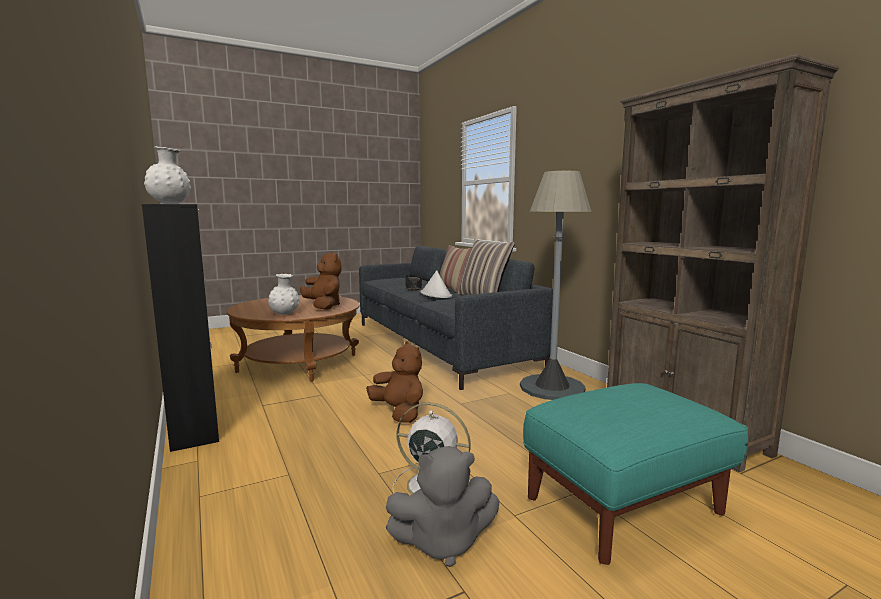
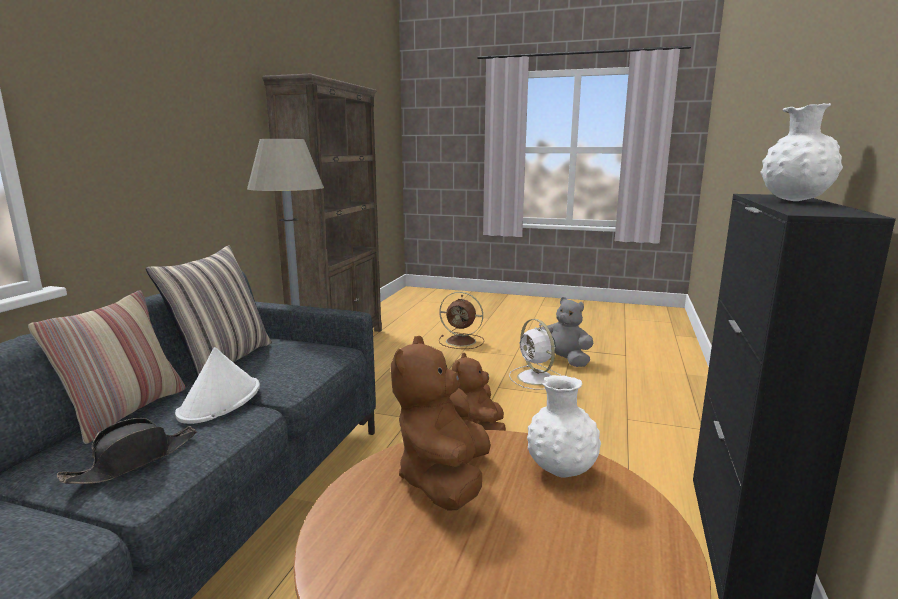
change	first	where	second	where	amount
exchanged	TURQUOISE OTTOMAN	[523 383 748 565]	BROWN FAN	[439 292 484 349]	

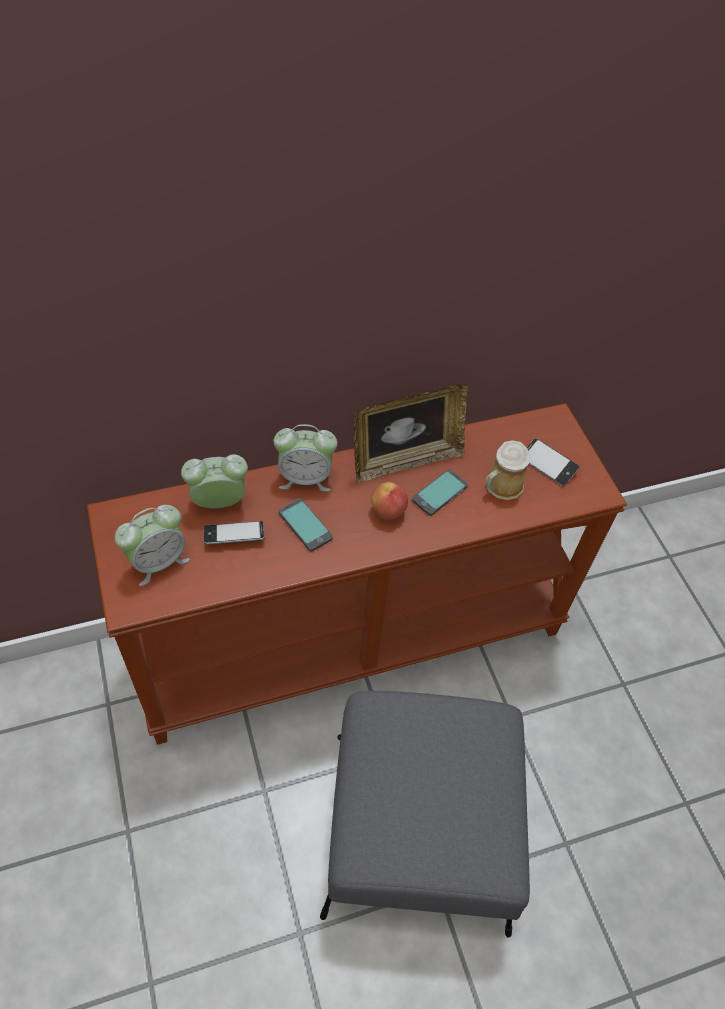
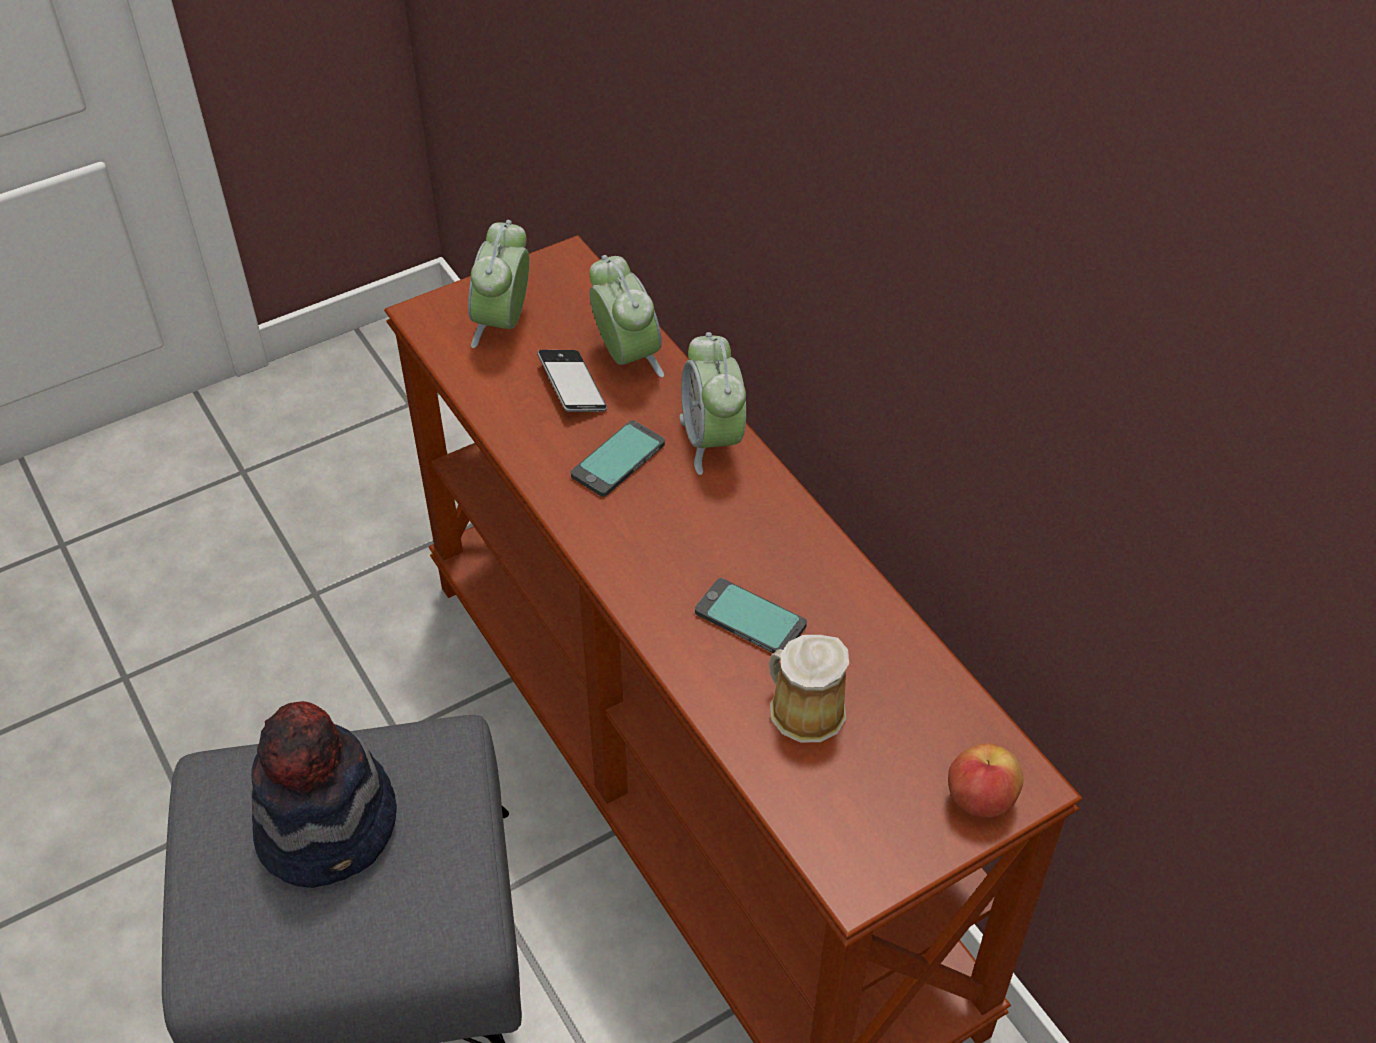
change	first	where	second	where	amount
appeared			HAT	[251 701 397 888]	
spun	ALARM CLOCK	[115 505 190 586]		[468 220 529 348]	60 degrees clockwise
relocated	APPLE	[371 482 408 520]		[948 743 1023 818]	
missing	PICTURE FRAME	[354 384 468 482]			
missing	PHONE	[527 438 579 486]			

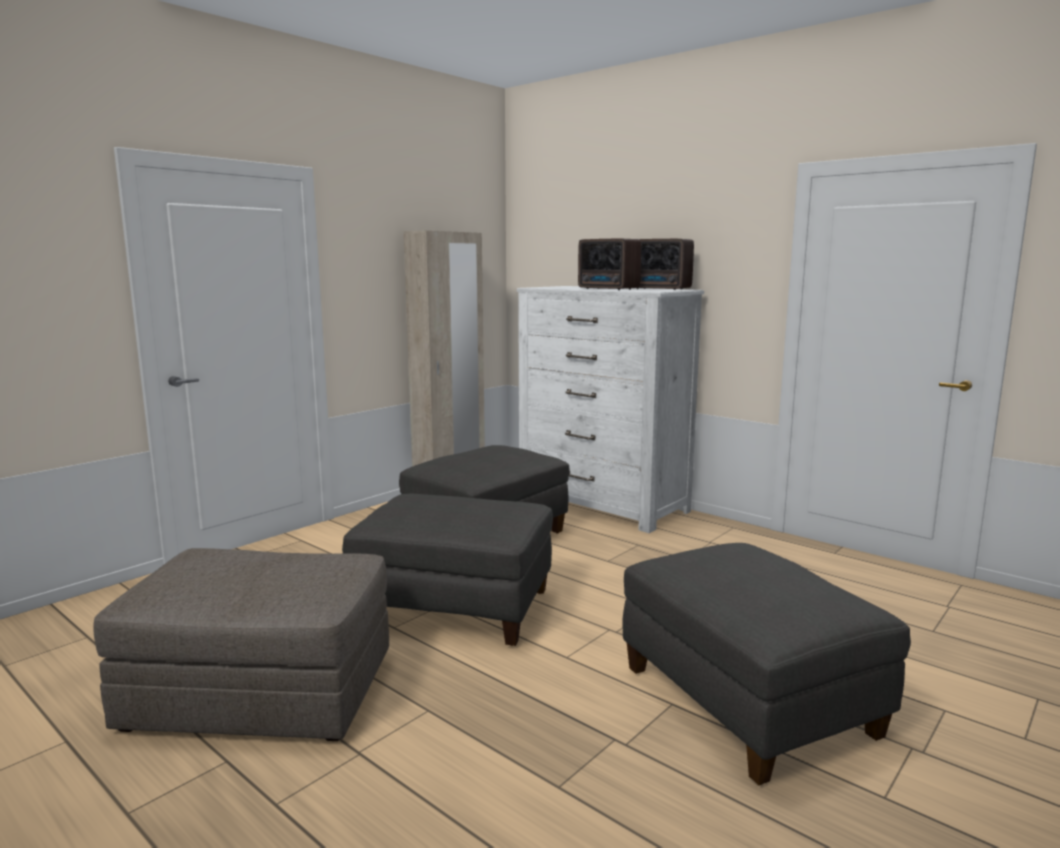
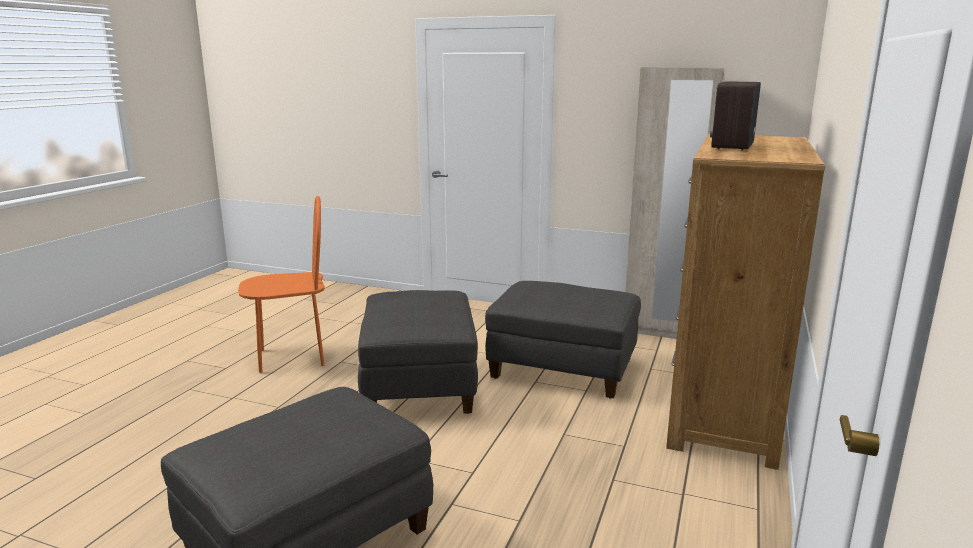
change	first	where	second	where	amount
exchanged	GREY OTTOMAN	[93 548 389 741]	ORANGE CHAIR	[238 196 325 373]	
colour	WHITE DRESSER	[517 286 704 533]	BROWN DRESSER	[666 134 826 470]	
missing	RADIO	[637 239 694 290]			

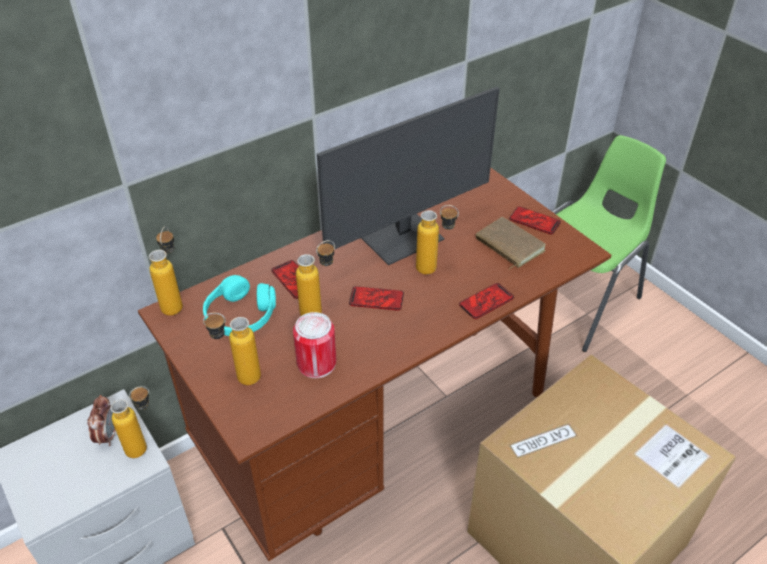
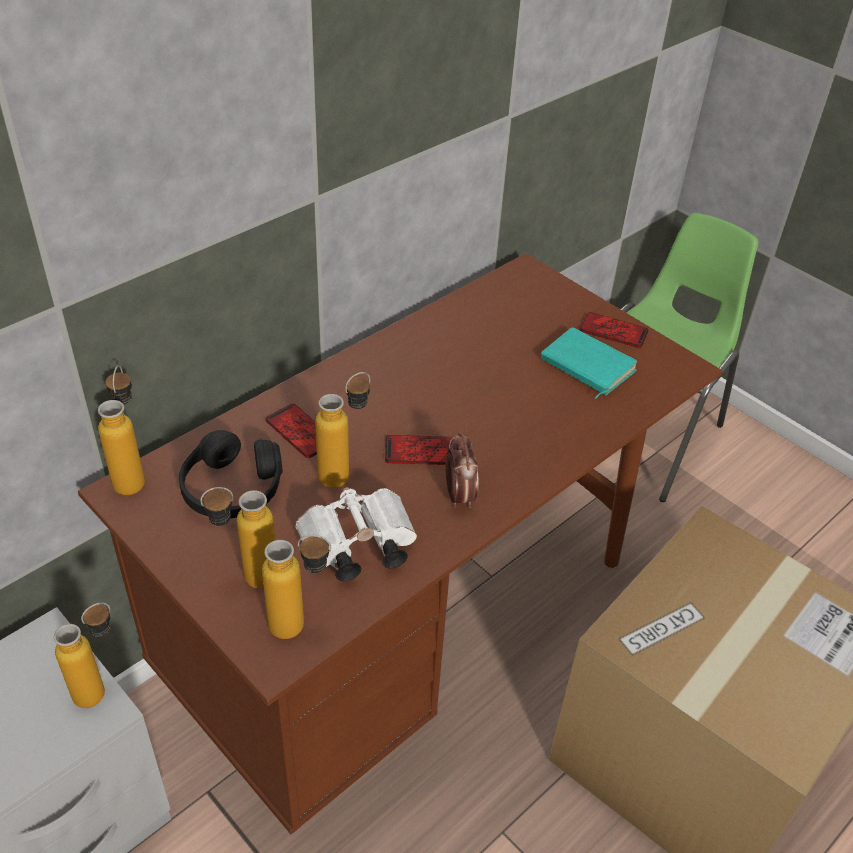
change	first	where	second	where	amount
colour	TURQUOISE HEADPHONES	[203 275 276 336]	BLACK HEADPHONES	[179 430 283 519]	
relocated	BOTTLE	[416 205 459 275]		[262 535 331 639]	
exchanged	CAN	[293 312 336 378]	WHITE BINOCULARS	[295 487 417 581]	
relocated	ALARM CLOCK	[87 395 116 446]		[445 431 479 508]	
colour	BROWN BOOK	[476 217 546 270]	TURQUOISE BOOK	[541 327 638 399]	
missing	MONITOR	[317 87 500 265]			
missing	PHONE	[459 283 514 319]			

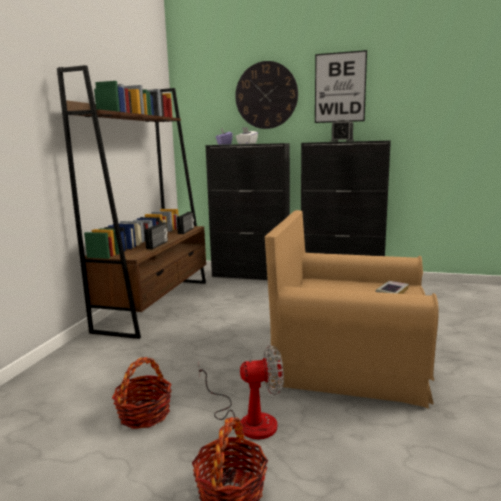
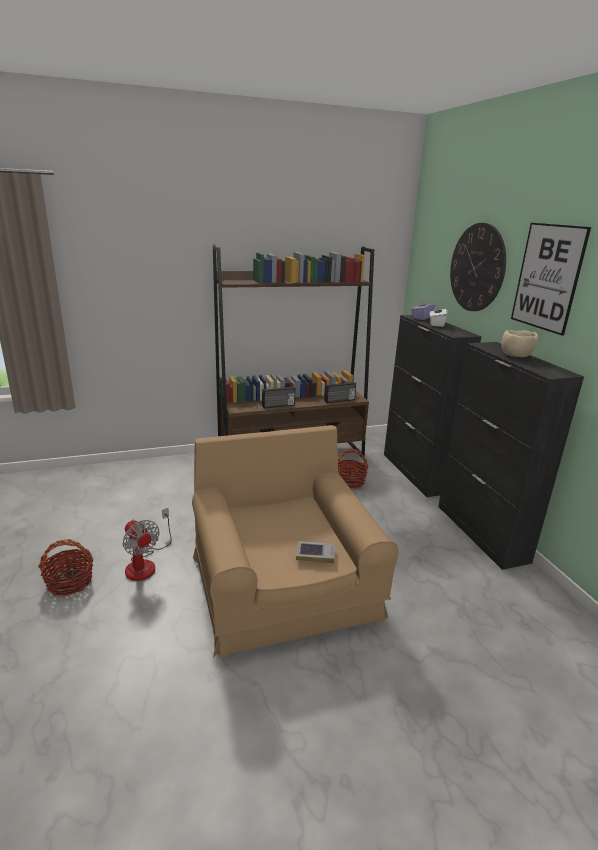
change	first	where	second	where	amount
relocated	BASKET	[112 357 172 429]		[338 449 369 489]	
exchanged	ALARM CLOCK	[331 120 354 142]	BEIGE BOWL	[502 330 538 357]	

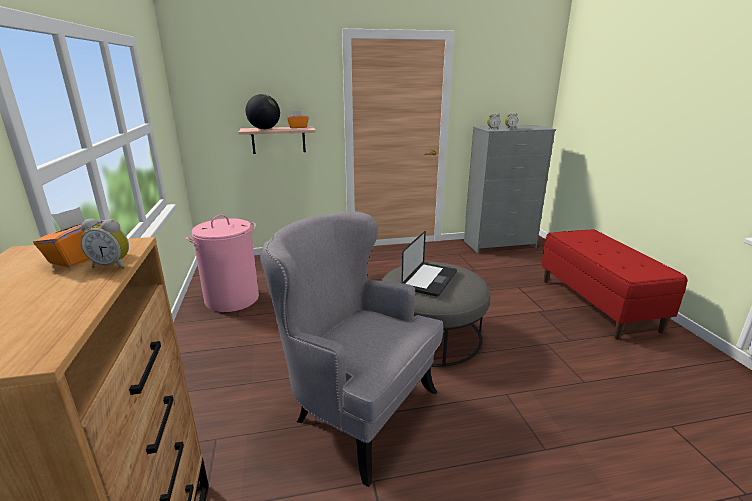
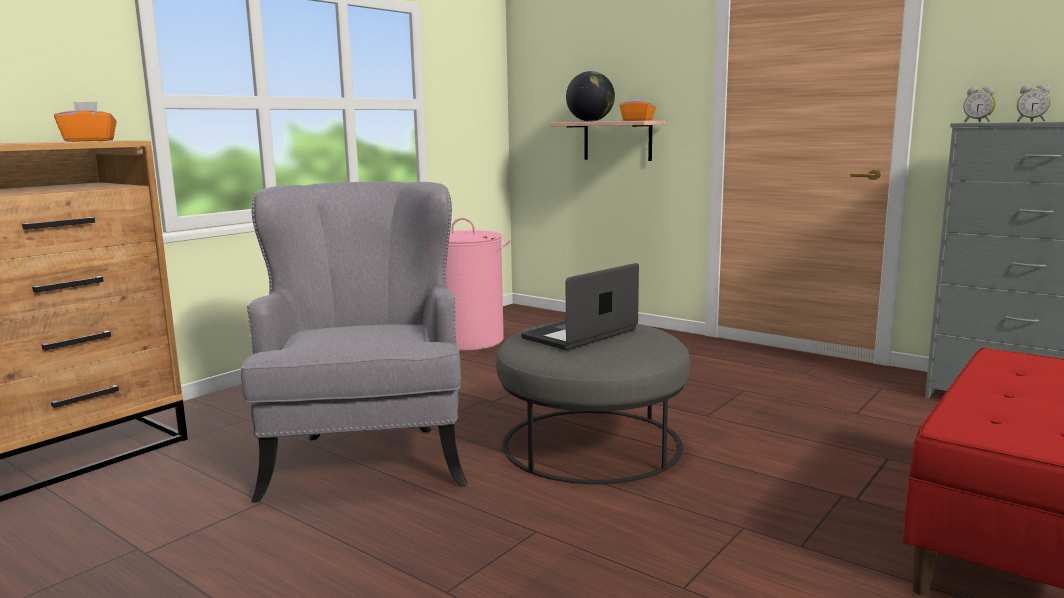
change	first	where	second	where	amount
spun	LAPTOP	[401 231 457 297]		[521 263 639 350]	150 degrees clockwise
missing	ALARM CLOCK	[81 219 129 269]			

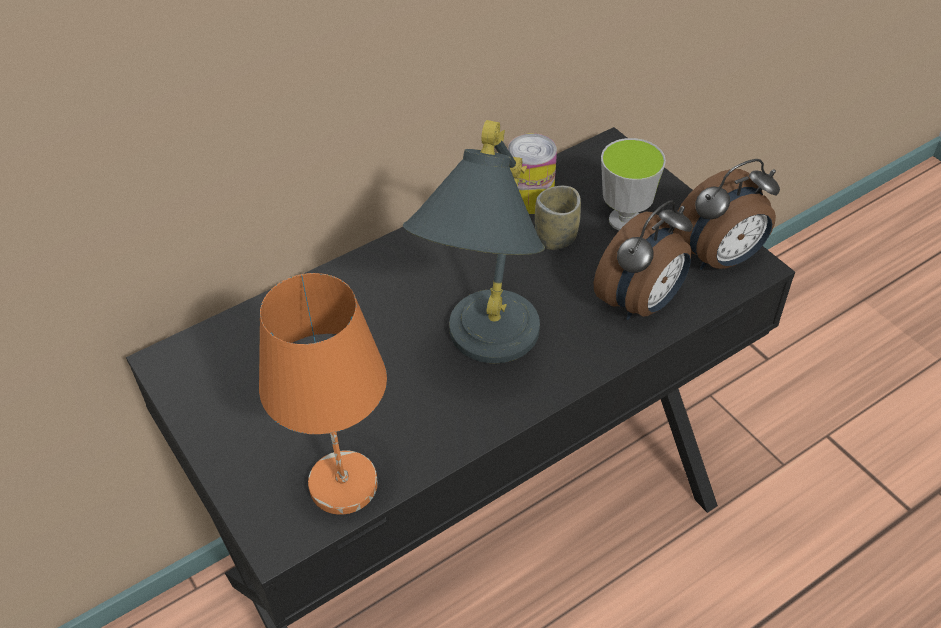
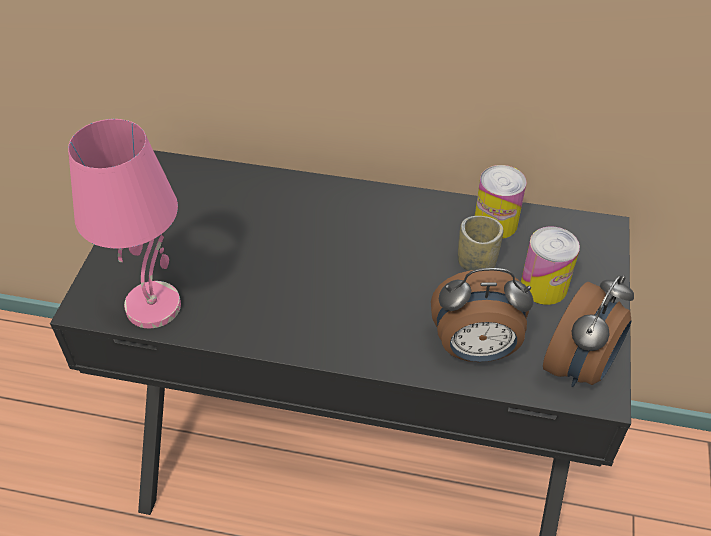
change	first	where	second	where	amount
colour	ORANGE TABLE LAMP	[259 273 387 514]	PINK TABLE LAMP	[68 119 181 328]	
exchanged	CUP	[601 138 666 230]	CAN	[521 227 580 305]	
spun	ALARM CLOCK	[673 159 780 270]		[543 275 634 387]	75 degrees counterclockwise
missing	GREY TABLE LAMP	[403 120 545 363]			

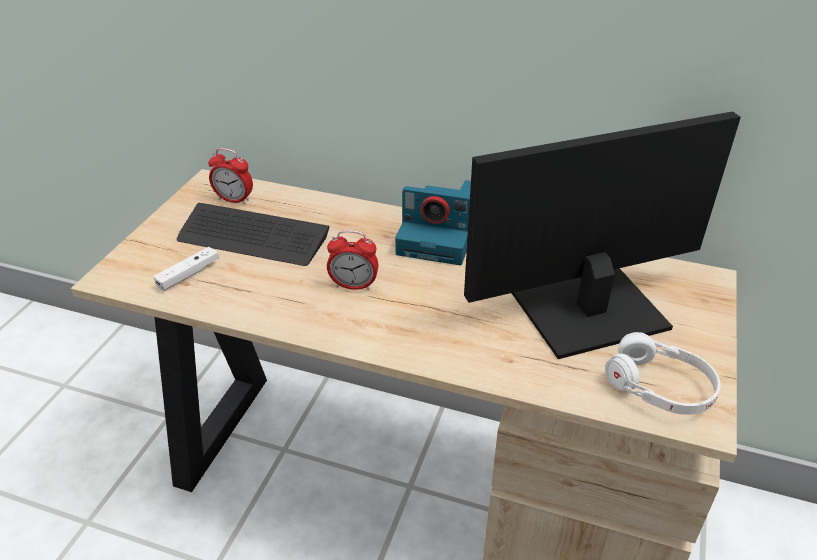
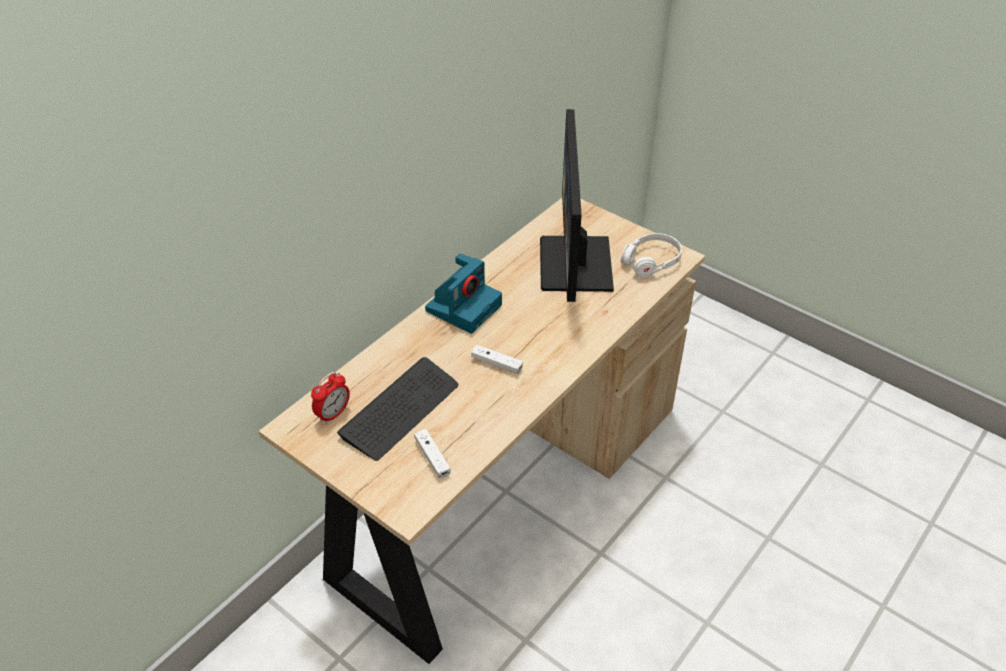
change	first	where	second	where	amount
exchanged	ALARM CLOCK	[327 230 378 290]	WHITE GAME CONTROLLER	[471 345 523 374]	

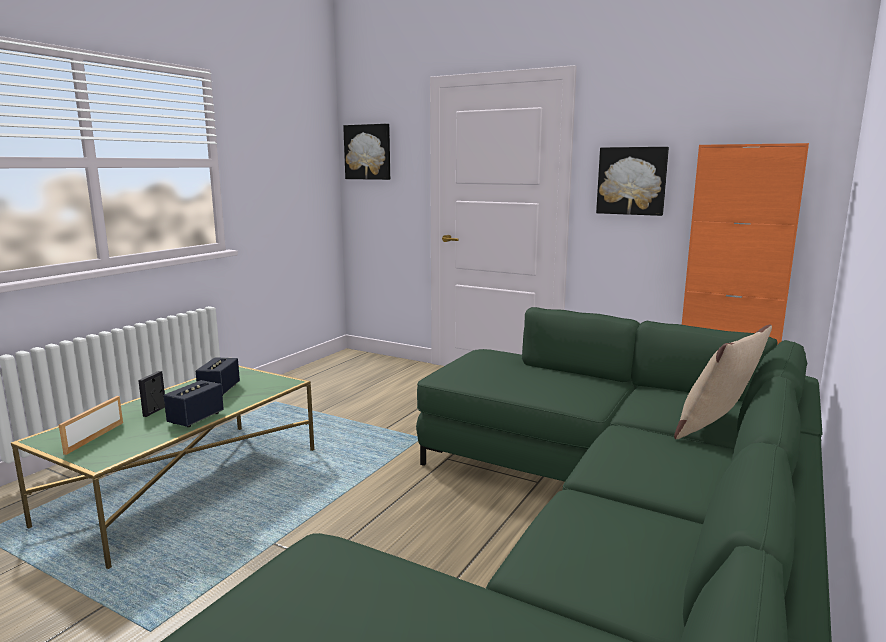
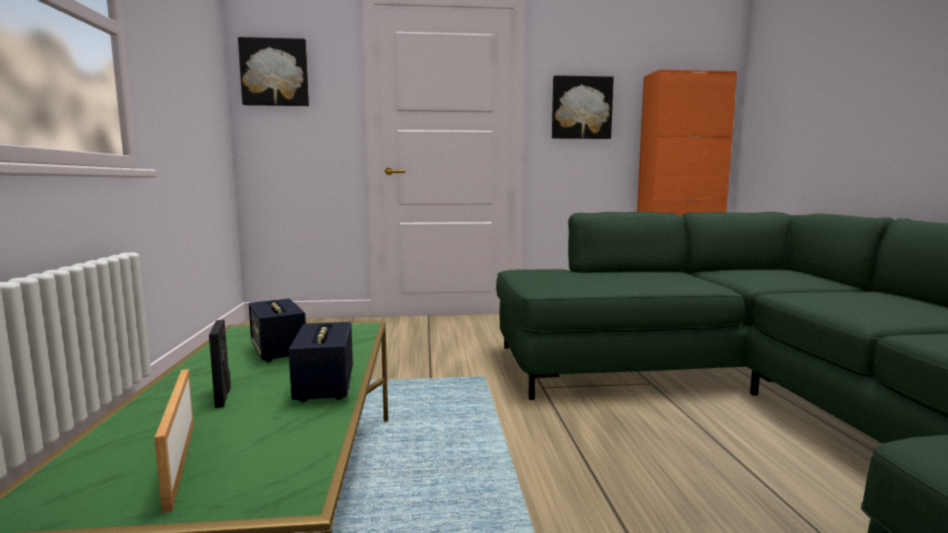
change	first	where	second	where	amount
missing	BEIGE PILLOW	[674 325 772 439]			

